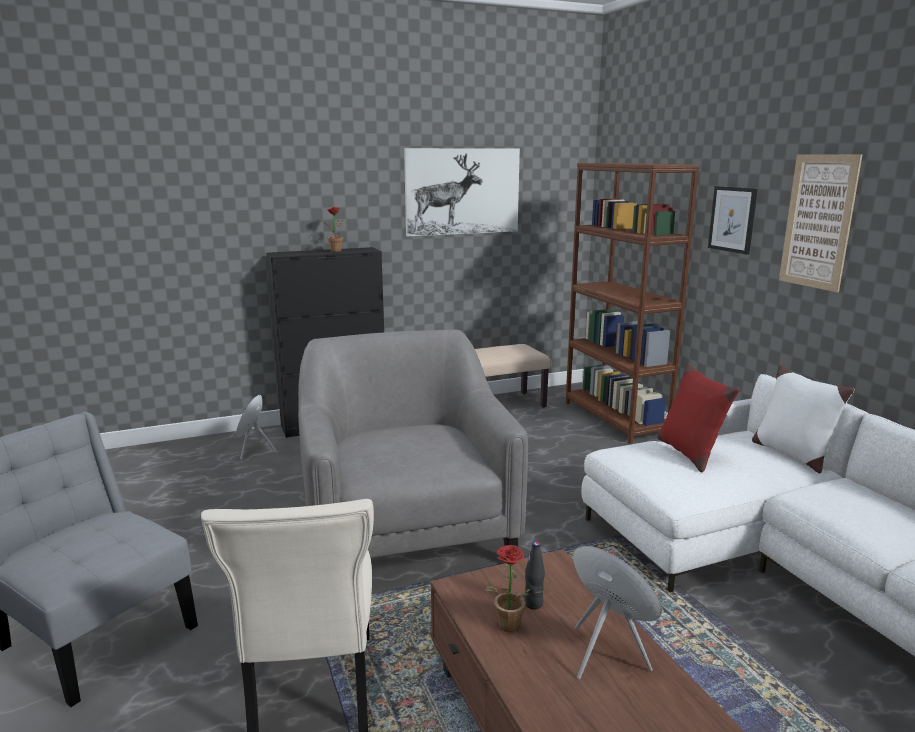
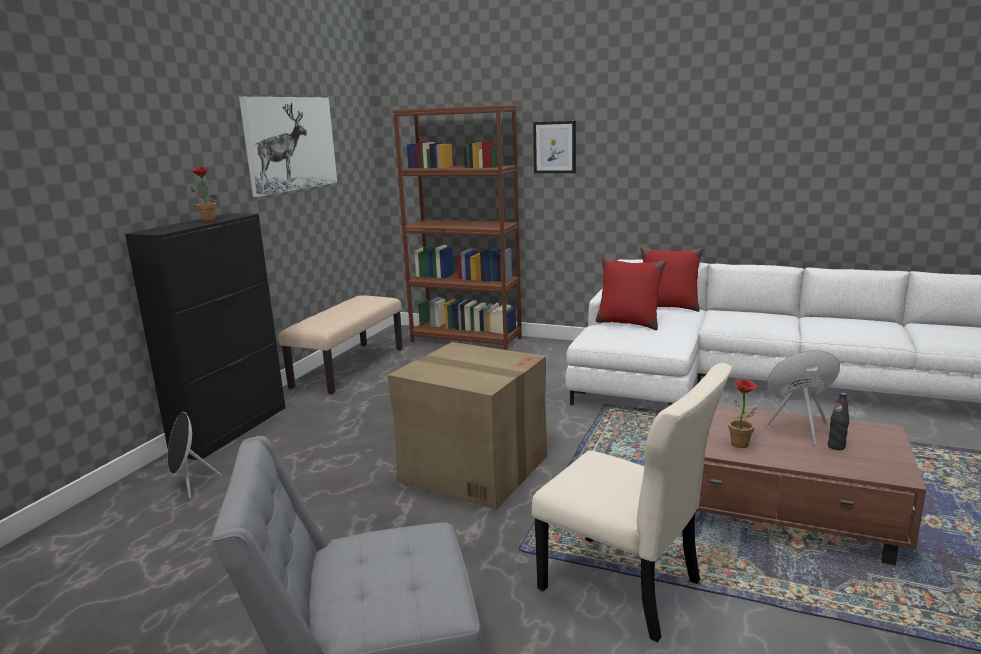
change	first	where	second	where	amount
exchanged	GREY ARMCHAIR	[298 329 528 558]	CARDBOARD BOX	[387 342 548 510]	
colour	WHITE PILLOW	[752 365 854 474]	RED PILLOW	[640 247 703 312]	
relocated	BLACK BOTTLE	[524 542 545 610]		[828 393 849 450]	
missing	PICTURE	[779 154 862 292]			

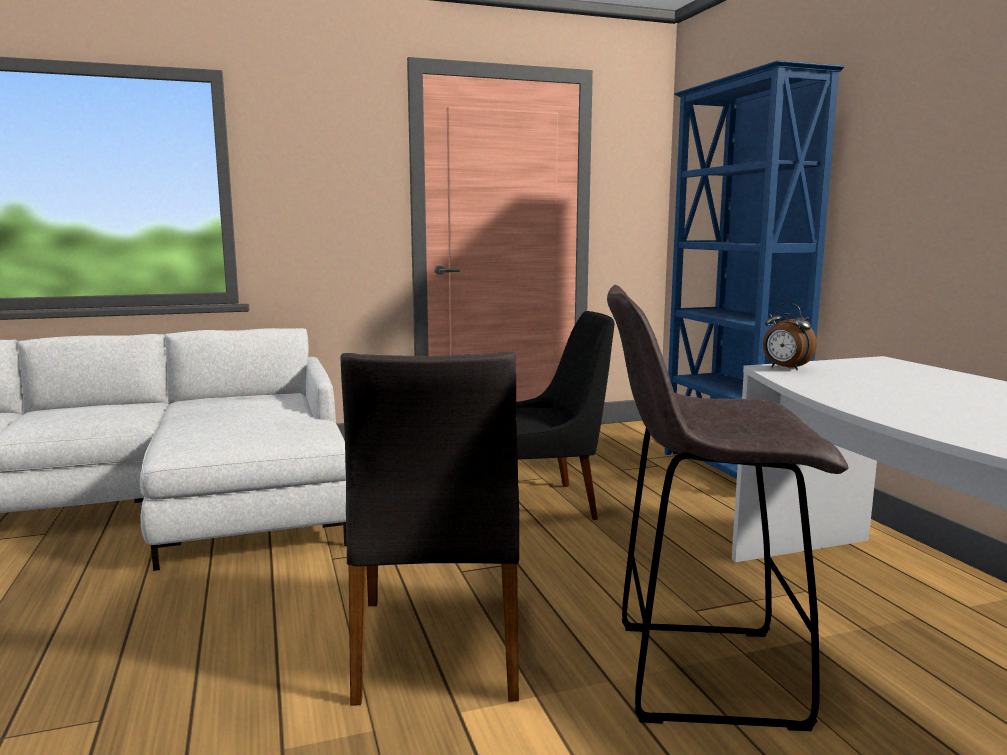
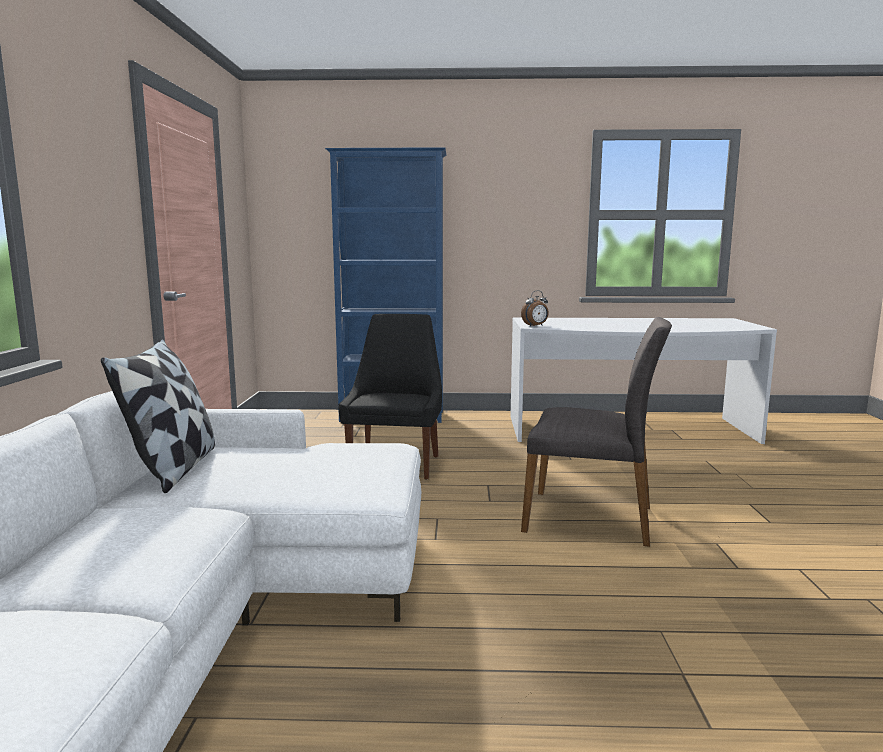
change	first	where	second	where	amount
appeared			PILLOW	[101 339 215 493]	
missing	GREY STOOL	[607 285 849 731]			

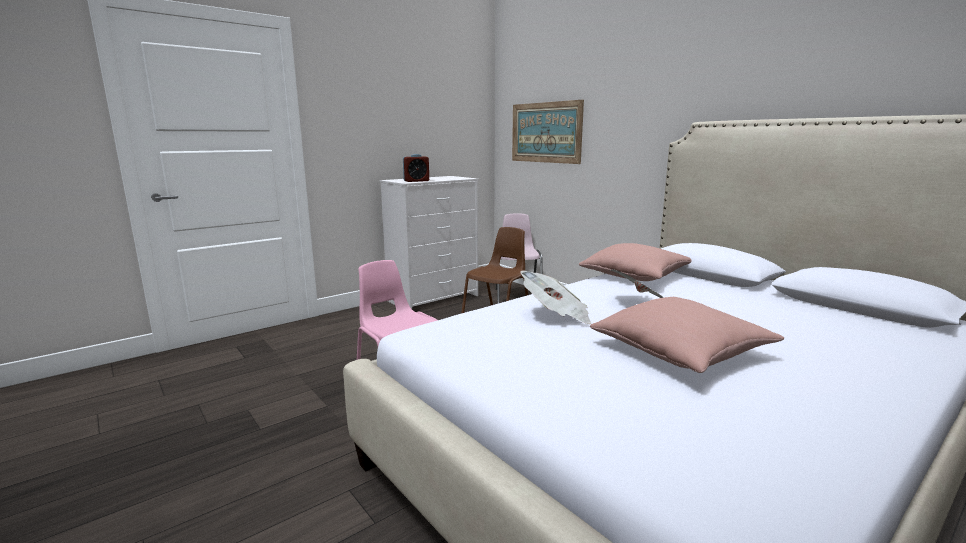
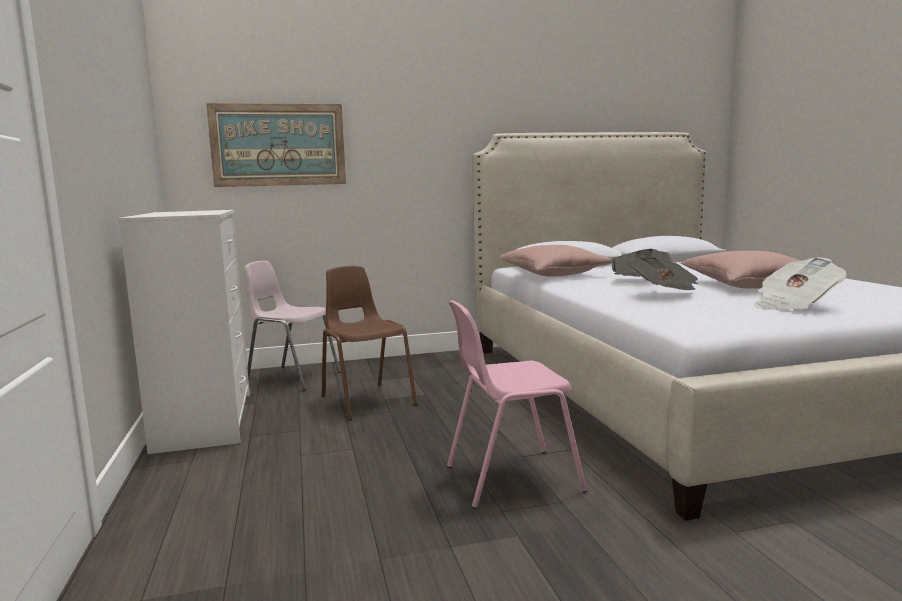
change	first	where	second	where	amount
appeared			NEWSPAPER	[754 257 846 310]	
missing	ALARM CLOCK	[403 154 429 182]			

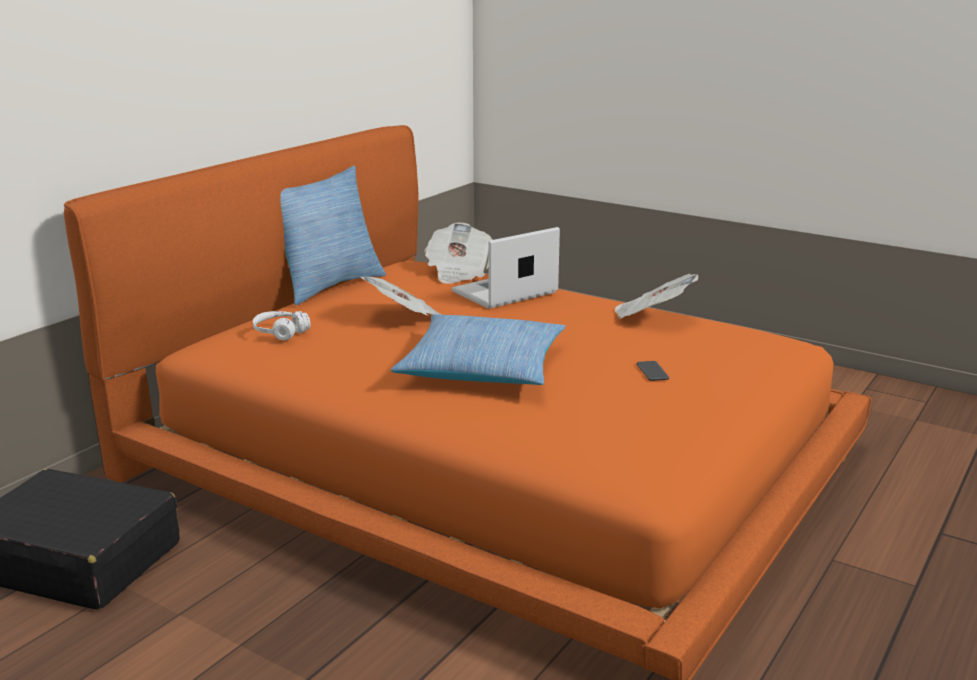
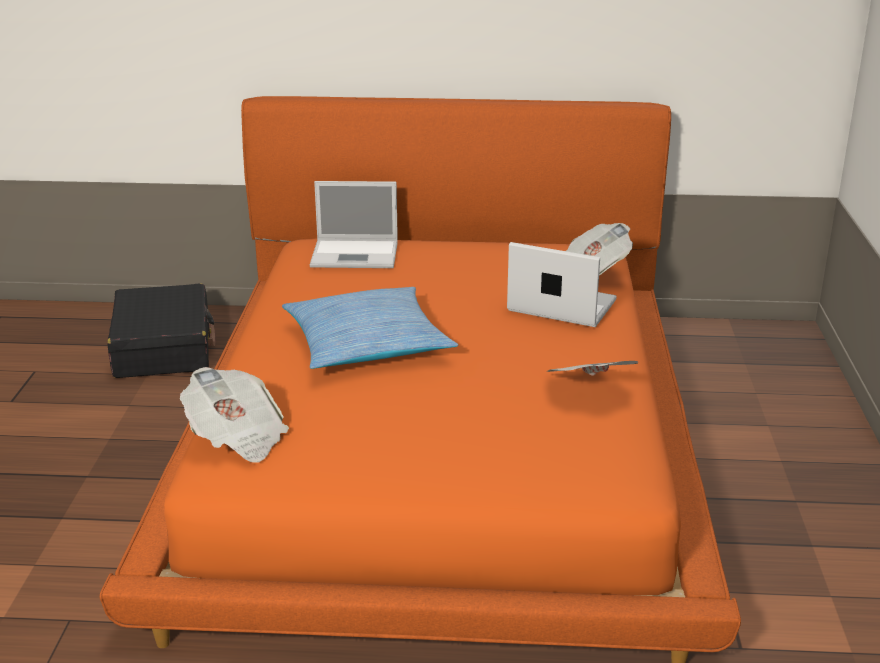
change	first	where	second	where	amount
relocated	NEWSPAPER	[360 276 442 316]		[180 367 289 463]	
exchanged	WHITE HEADPHONES	[253 311 310 340]	LAPTOP	[310 181 398 268]	
missing	PILLOW	[280 166 386 305]			
missing	PHONE	[636 361 669 381]			

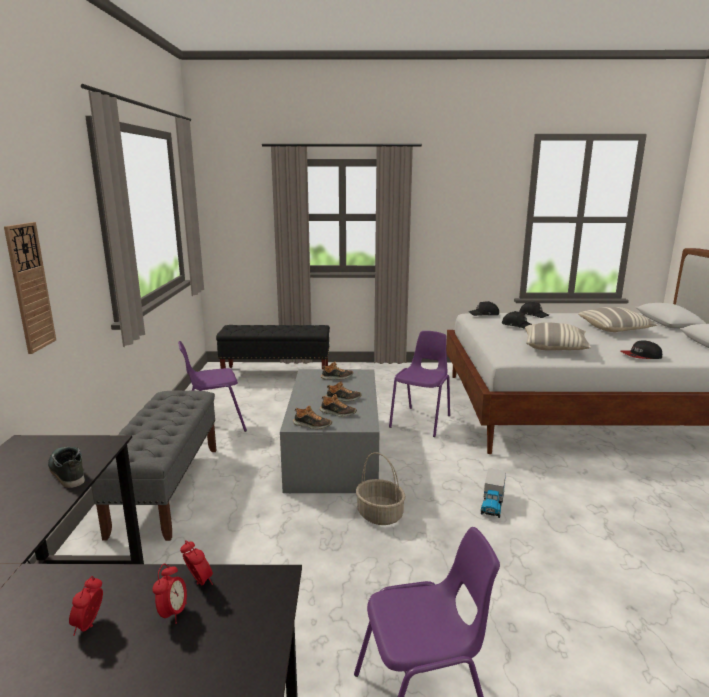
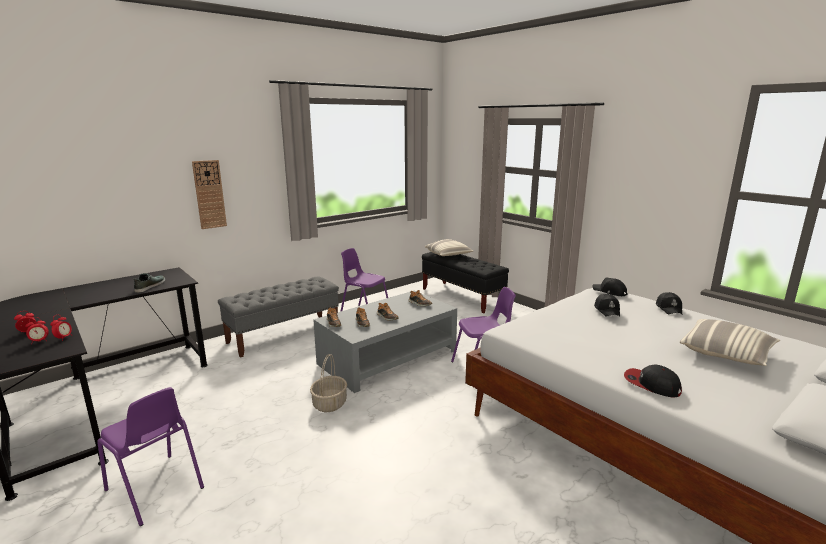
change	first	where	second	where	amount
relocated	PILLOW	[525 322 591 350]		[425 239 473 256]	
missing	TOY TRUCK	[481 468 506 518]			

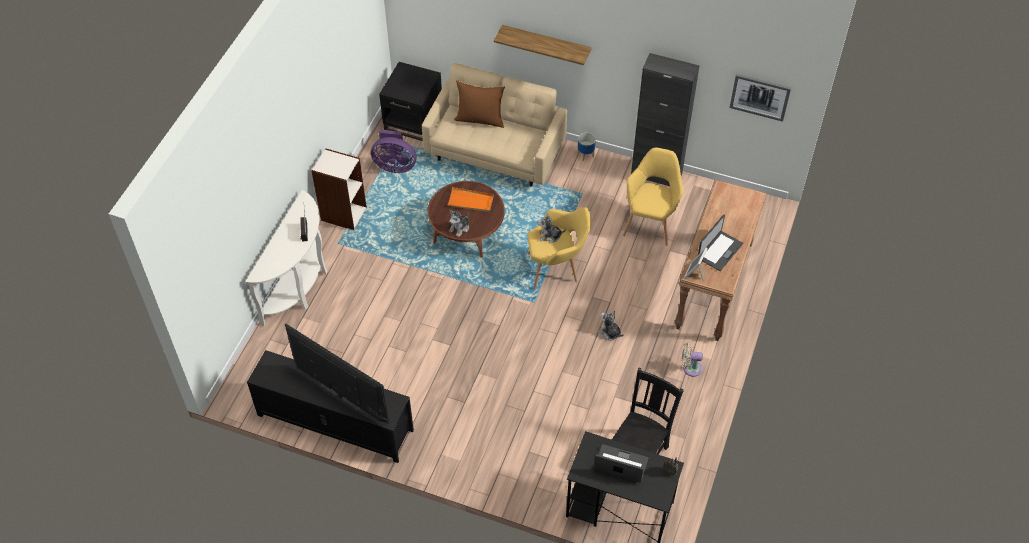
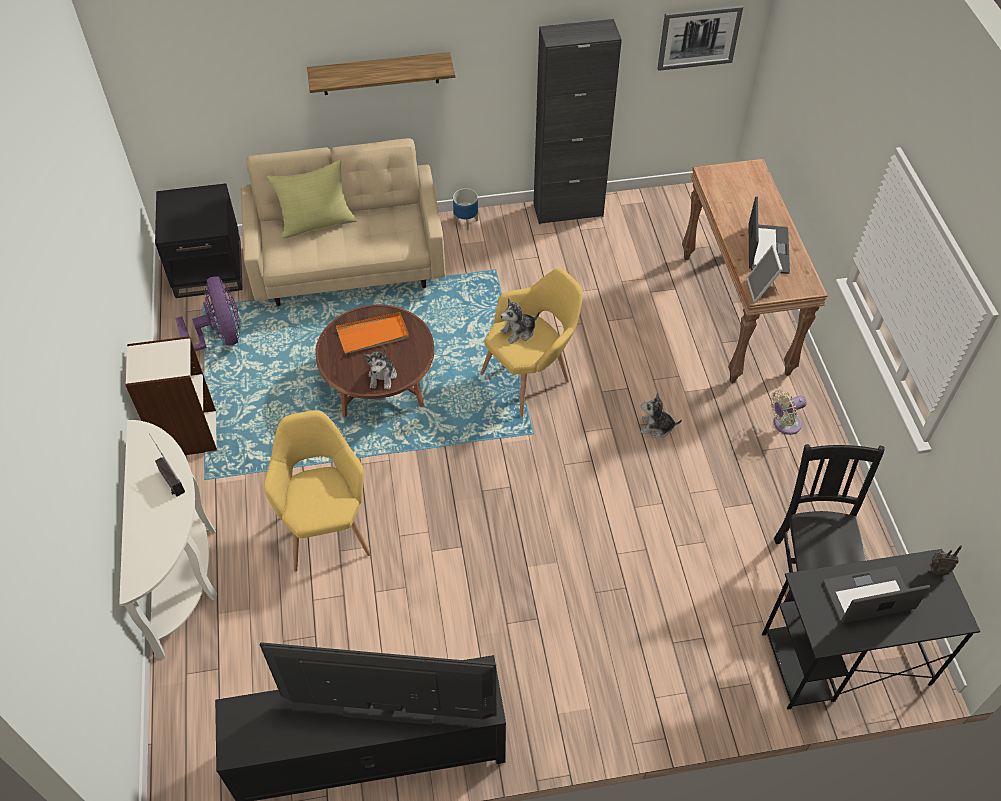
change	first	where	second	where	amount
spun	PURPLE FAN	[371 129 416 173]		[175 276 240 351]	90 degrees counterclockwise
relocated	YELLOW ARMCHAIR	[623 147 684 246]		[264 410 370 571]	
colour	BROWN PILLOW	[454 80 505 128]	YELLOW PILLOW	[267 159 357 238]	

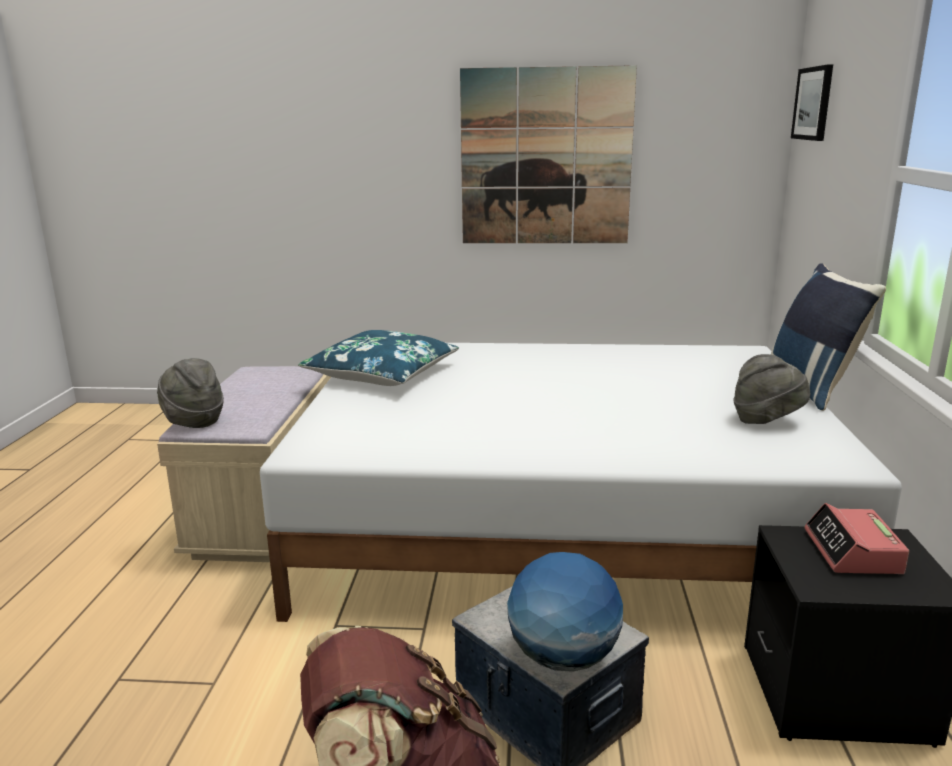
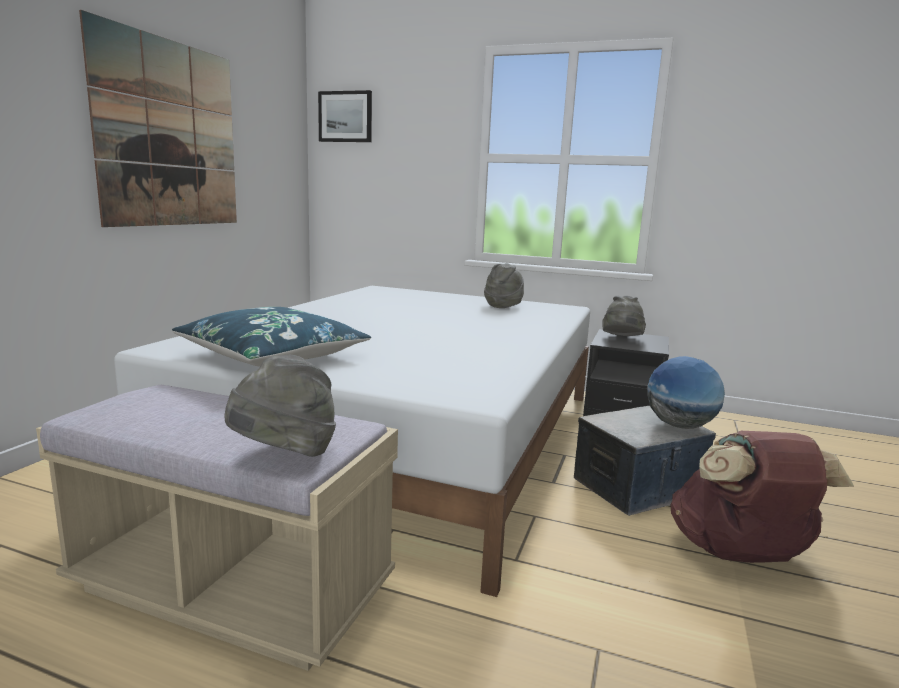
change	first	where	second	where	amount
exchanged	ALARM CLOCK	[804 503 909 574]	GREY HAT	[603 295 646 336]	
missing	BLUE PILLOW	[771 263 886 411]			

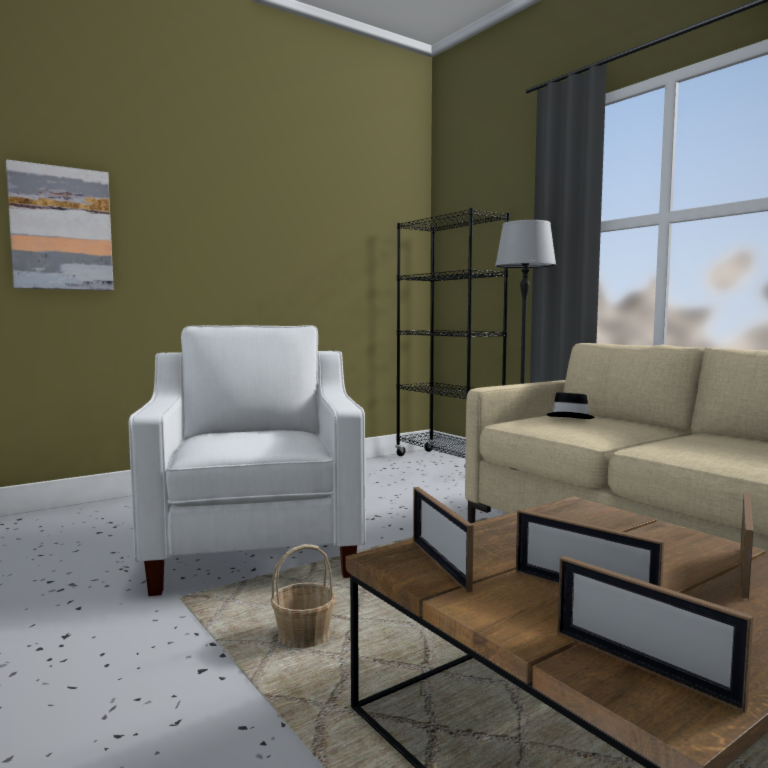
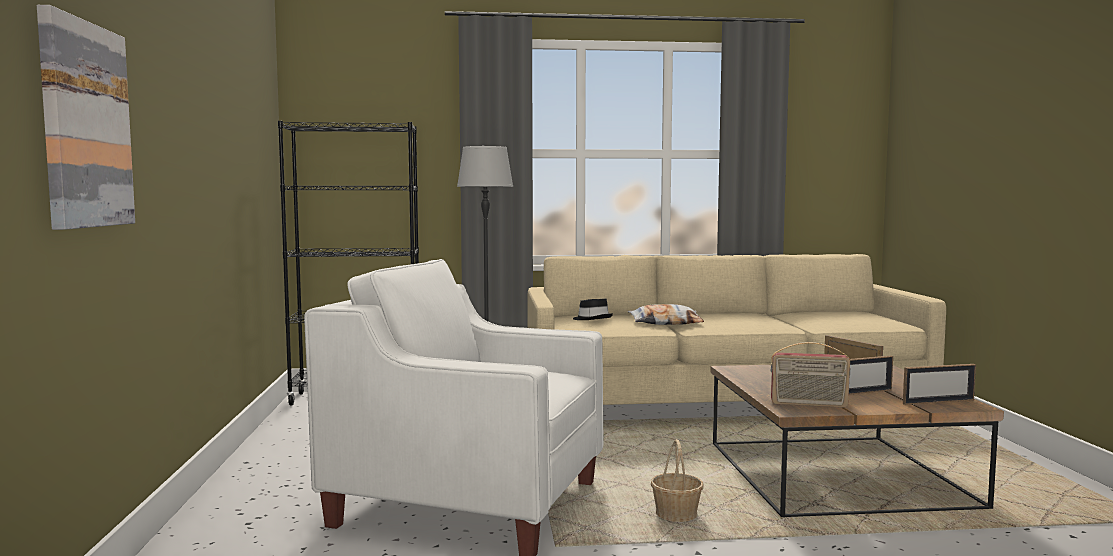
change	first	where	second	where	amount
appeared			PILLOW	[628 304 704 325]	
exchanged	PICTURE FRAME	[413 487 474 592]	RADIO	[771 342 850 408]	

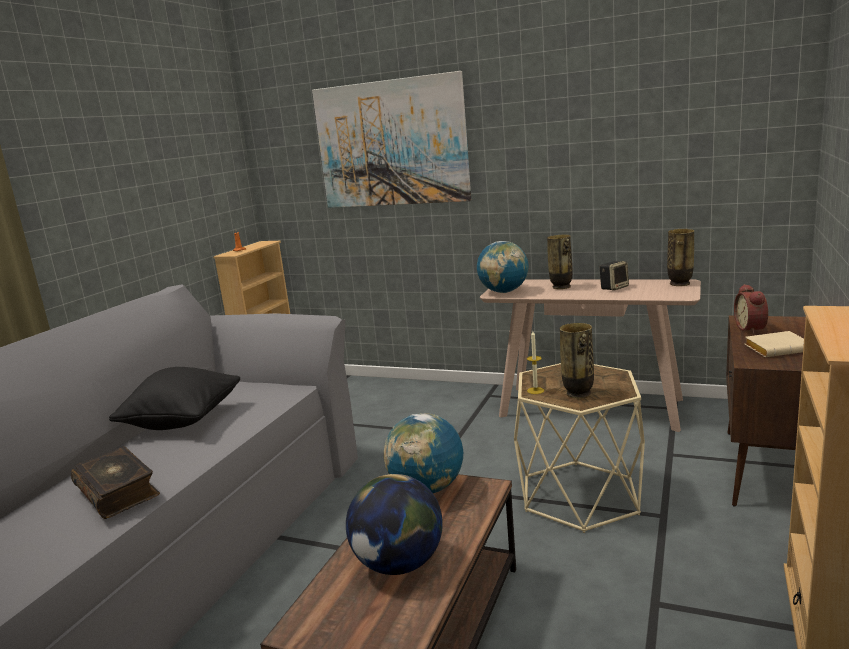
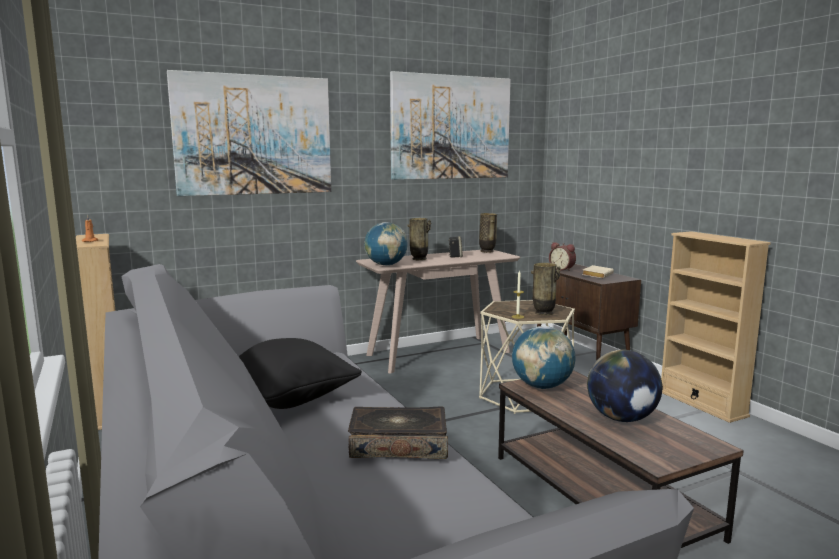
change	first	where	second	where	amount
appeared			PICTURE	[390 71 511 180]	

